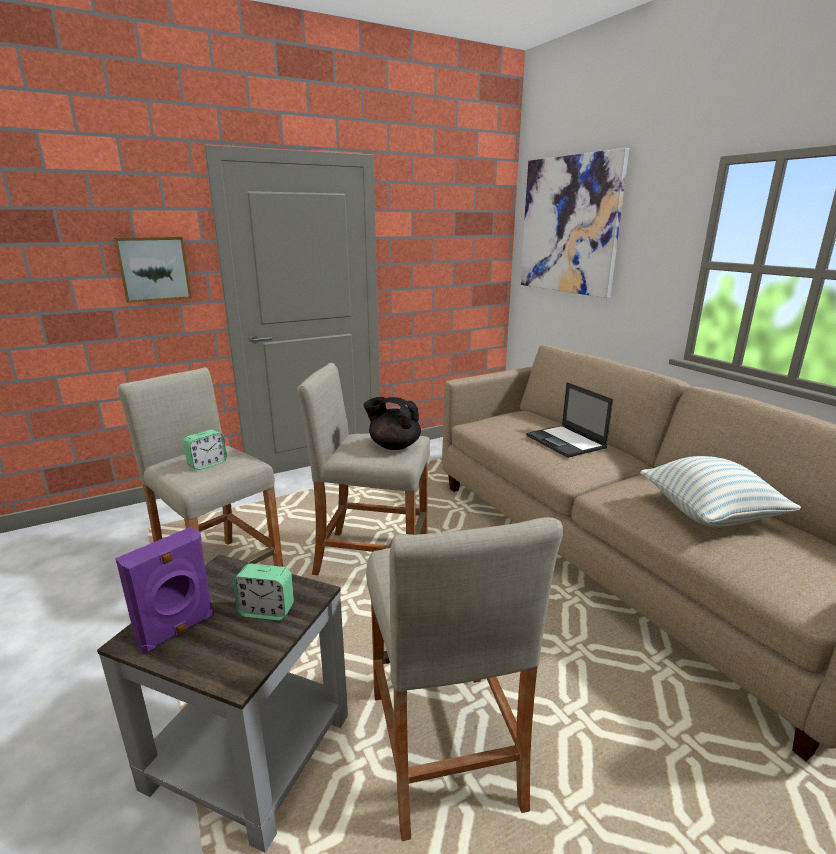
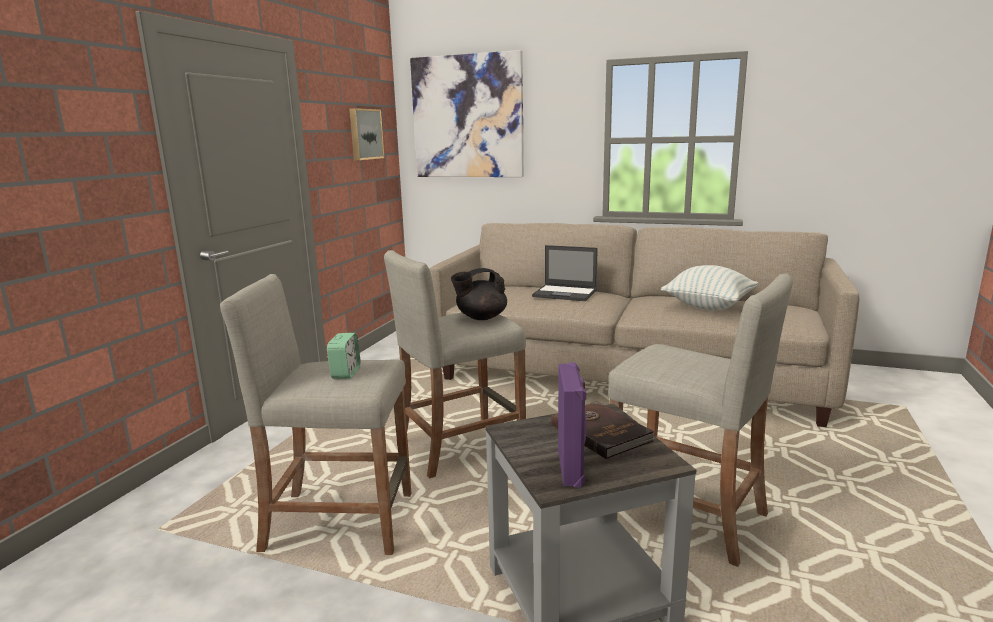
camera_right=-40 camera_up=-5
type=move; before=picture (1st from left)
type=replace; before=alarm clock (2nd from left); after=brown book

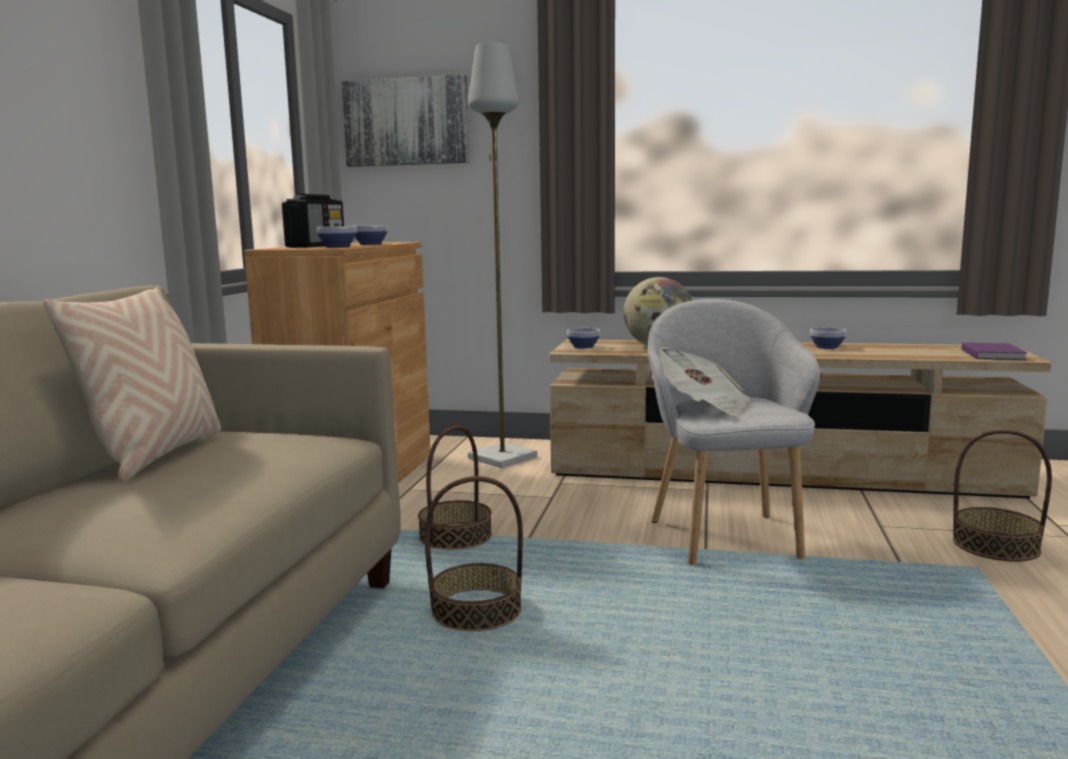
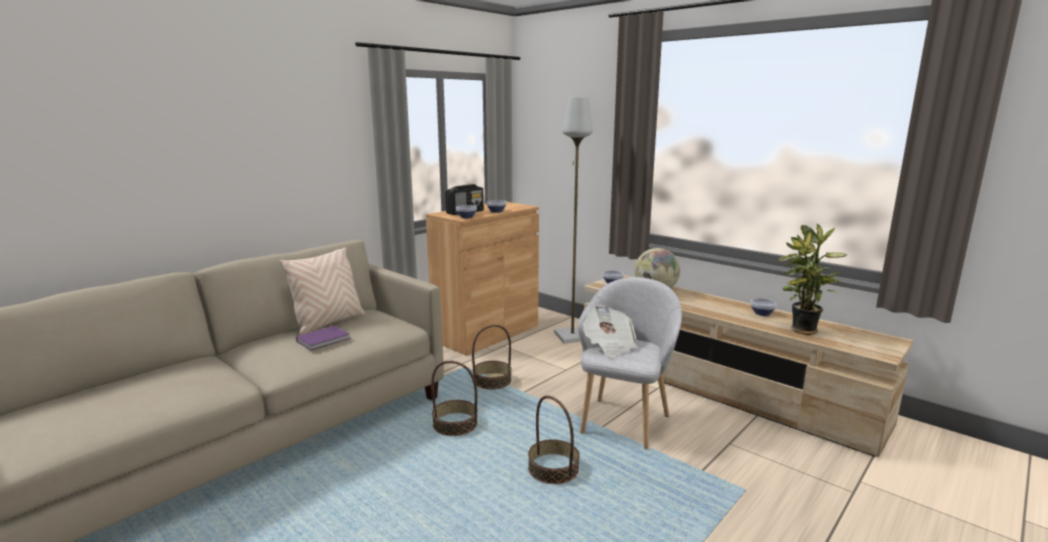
camera_right=30 camera_up=5
type=delete; before=picture
type=move; before=basket (3rd from left)
type=move; before=purple book
type=insert; after=potted plant

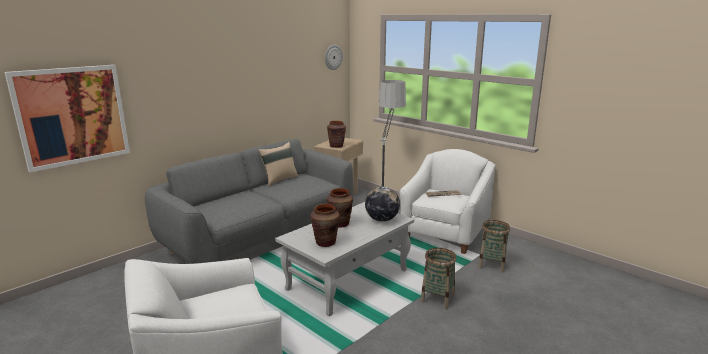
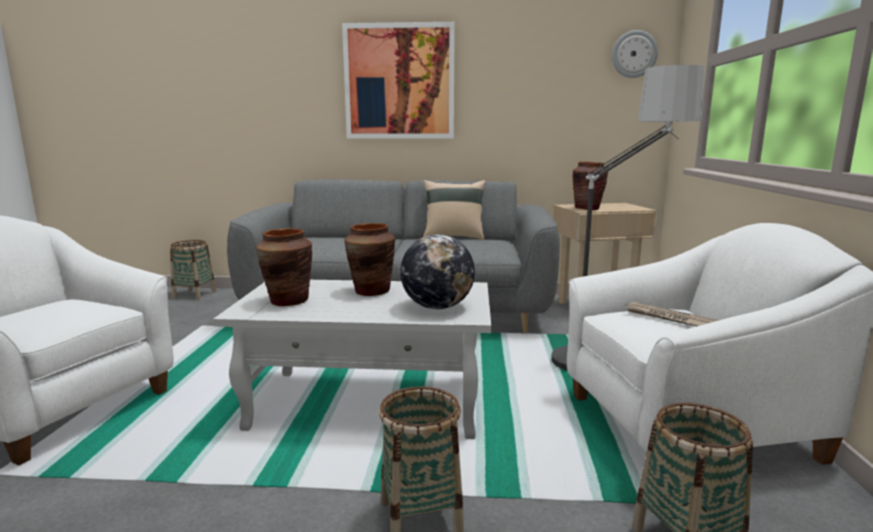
camera_right=50 camera_up=-5
type=move; before=picture
type=insert; after=basket (1st from left)

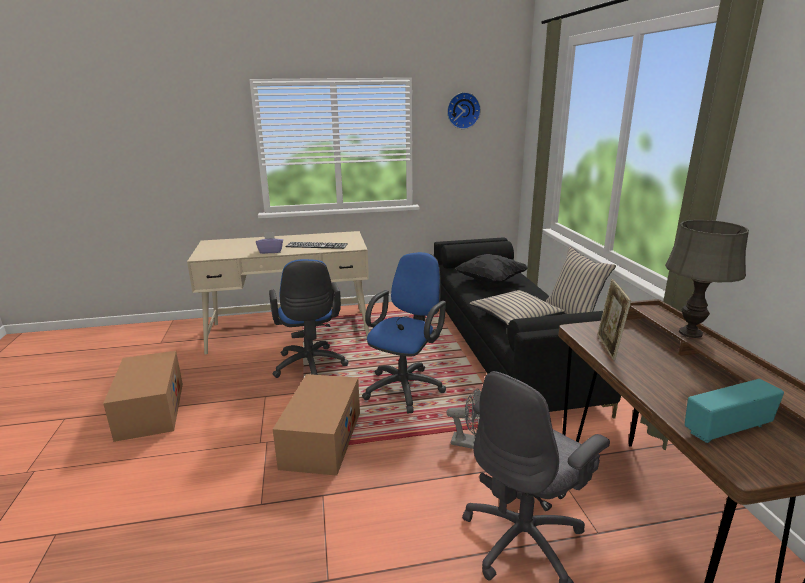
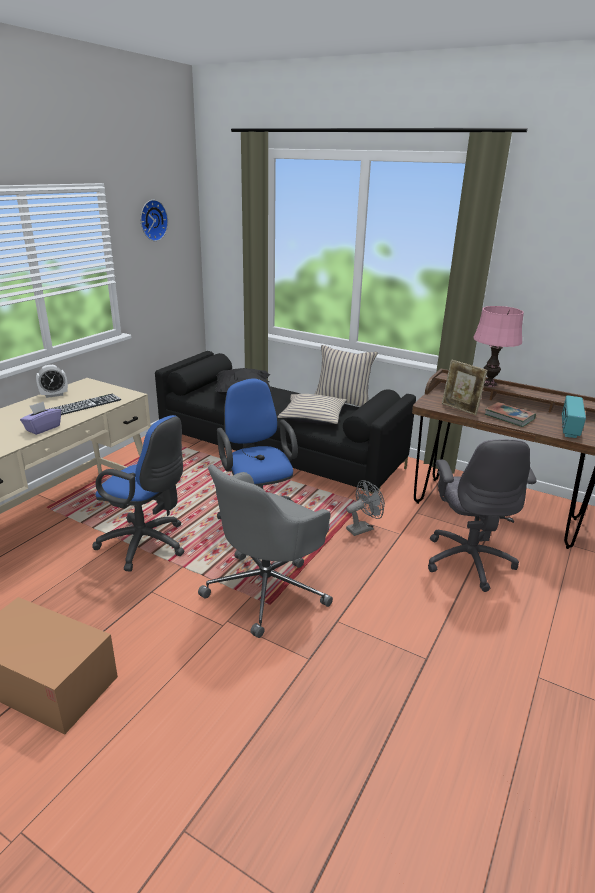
camera_right=-50 camera_up=5
type=replace; before=cardboard box (2nd from left); after=grey office chair (1st from left)
type=recolor; before=grey table lamp; after=pink table lamp
type=insert; after=alarm clock
type=insert; after=book

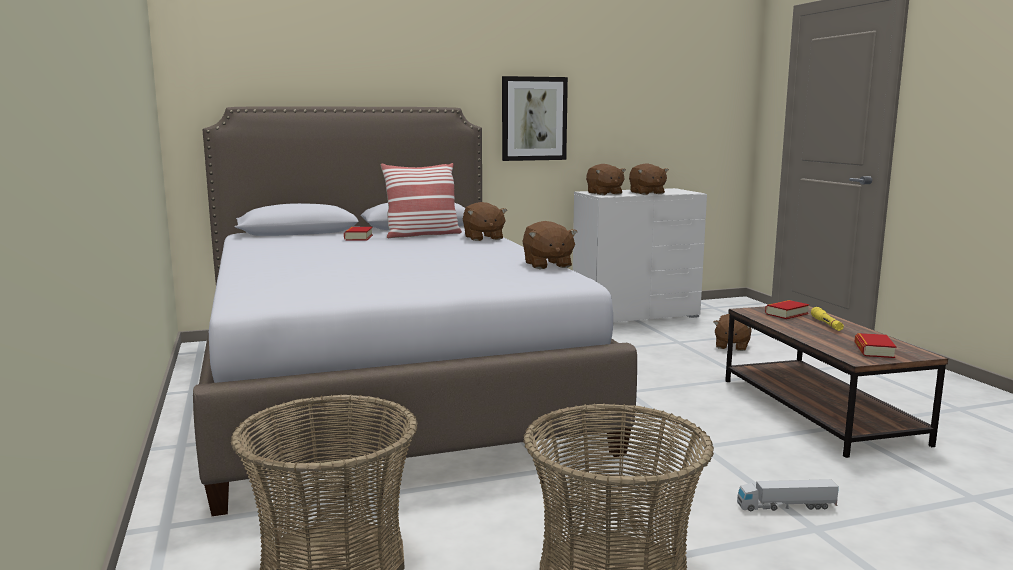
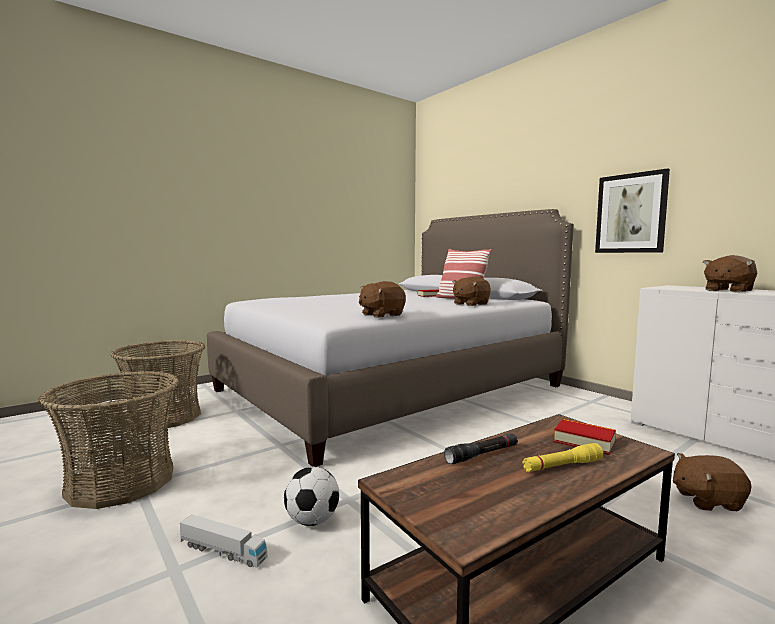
camera_right=70 camera_up=-5
type=delete; before=brown plush toy (3rd from left)
type=rotate; before=toy truck; turn=135
type=delete; before=book (3rd from left)
type=insert; after=football
type=insert; after=black flashlight

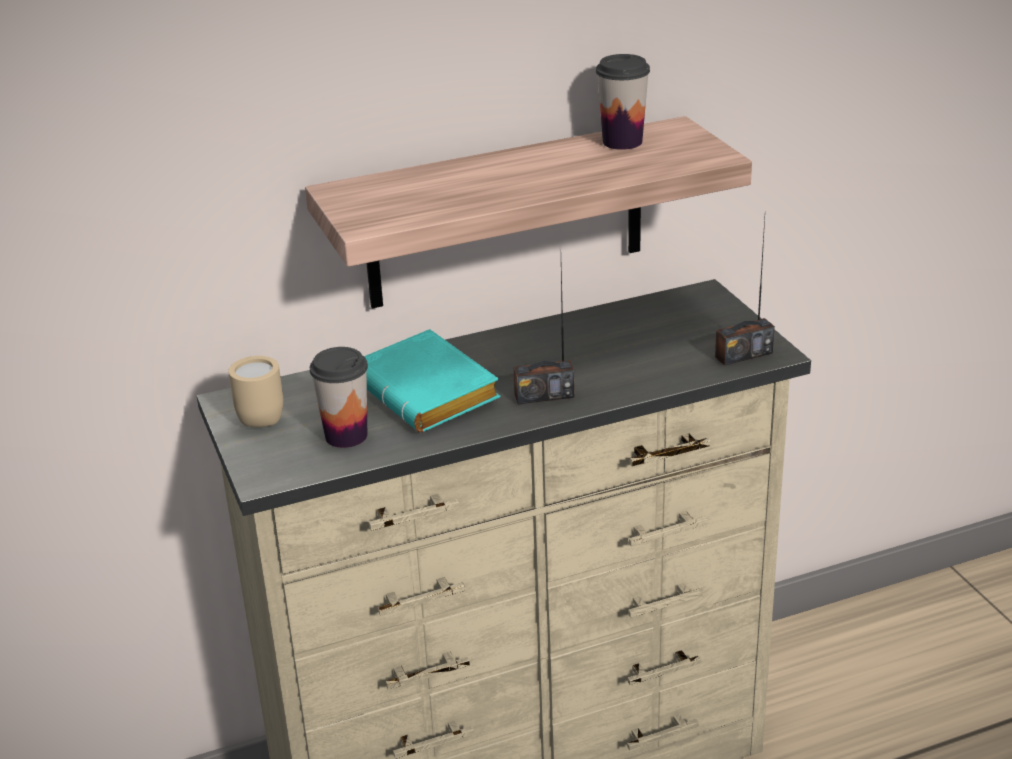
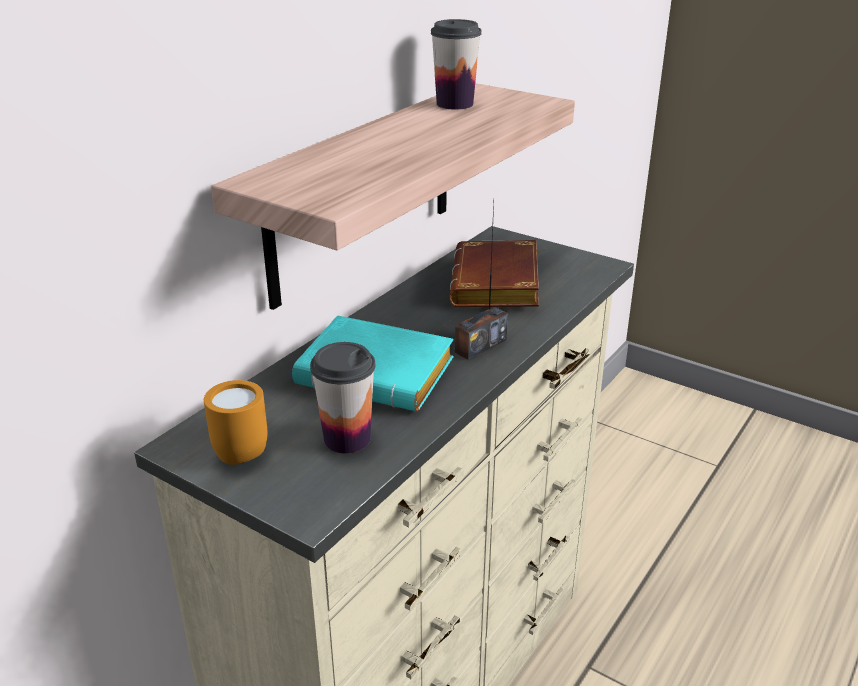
camera_right=-35 camera_up=0
type=recolor; before=beige mug; after=orange mug
type=delete; before=radio (2nd from left)
type=insert; after=brown book

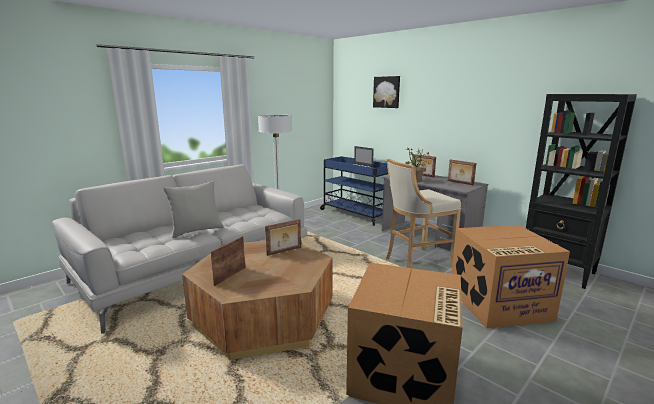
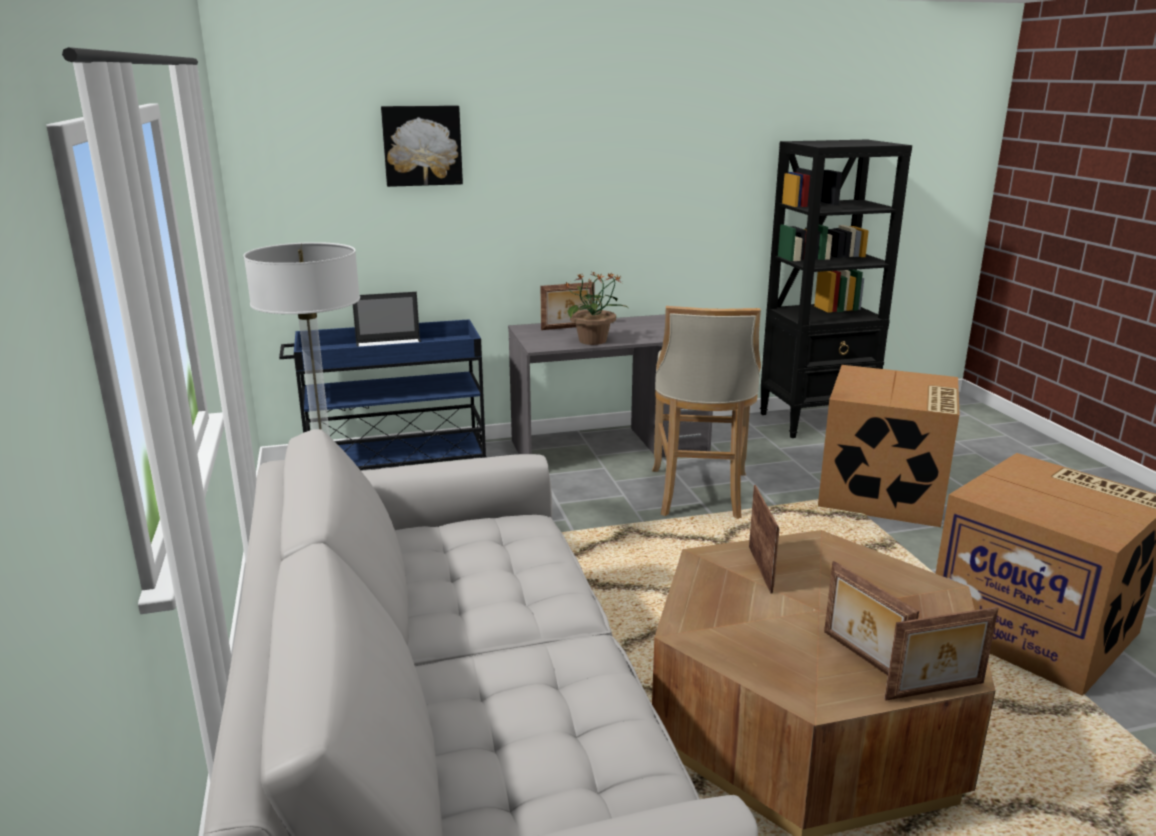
camera_right=-60 camera_up=5
type=delete; before=grey pillow
type=move; before=picture frame (4th from left)

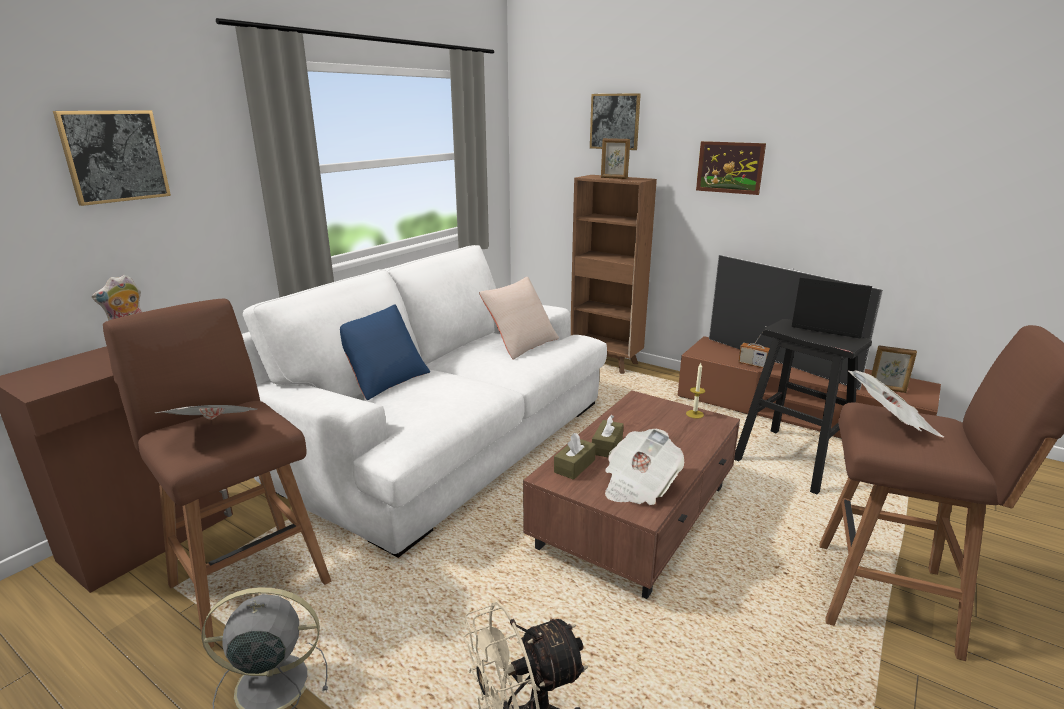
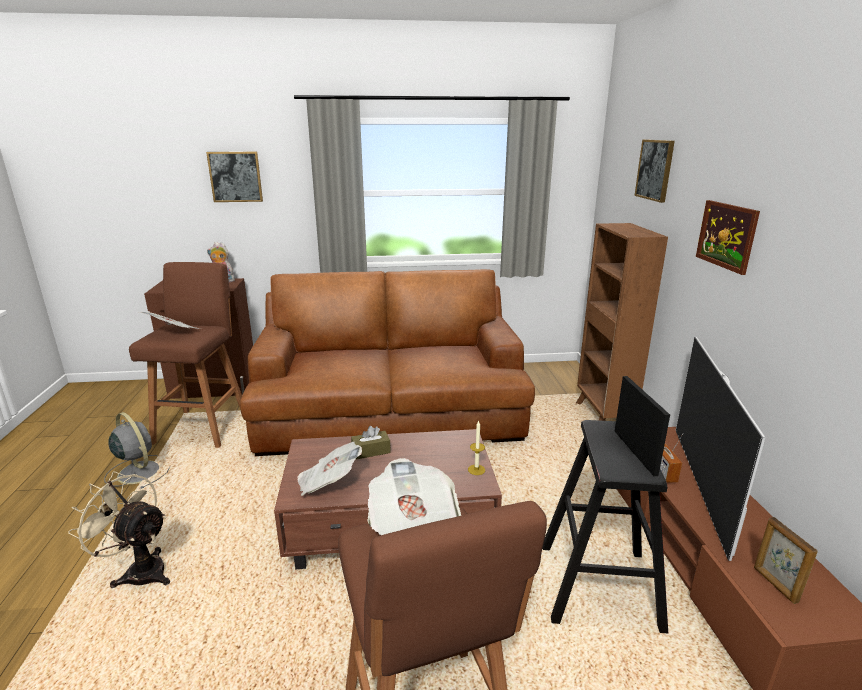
camera_right=50 camera_up=0
type=recolor; before=white sofa; after=brown sofa
type=delete; before=blue pillow
type=delete; before=beige pillow
type=delete; before=brown tissue box (1st from left)
type=delete; before=picture frame (1st from left)

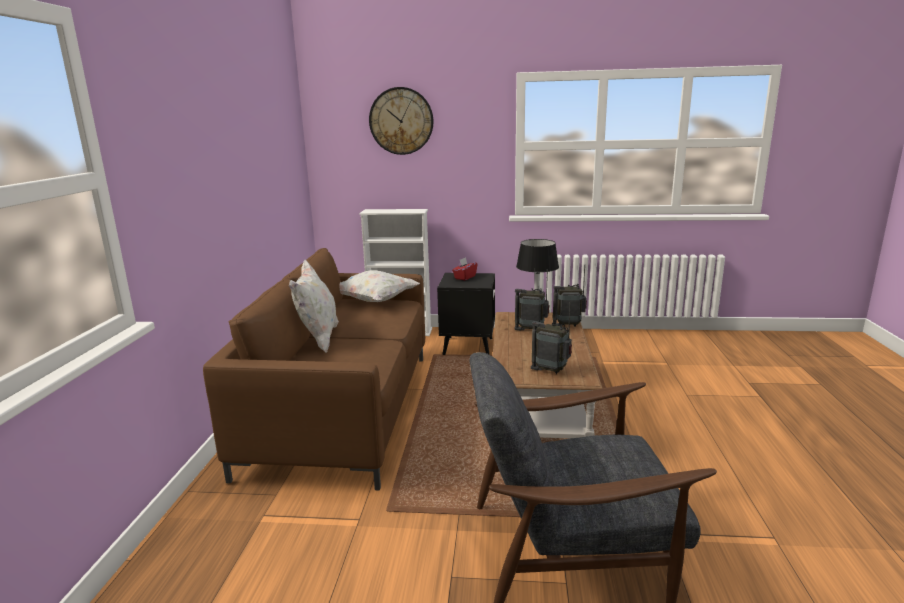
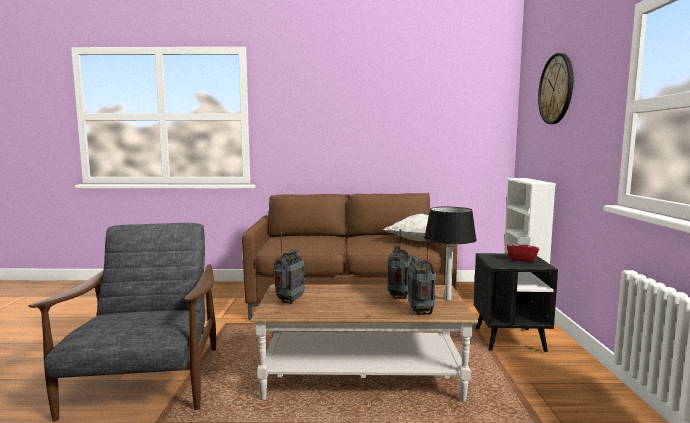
camera_right=85 camera_up=-10
type=delete; before=white pillow (1st from left)

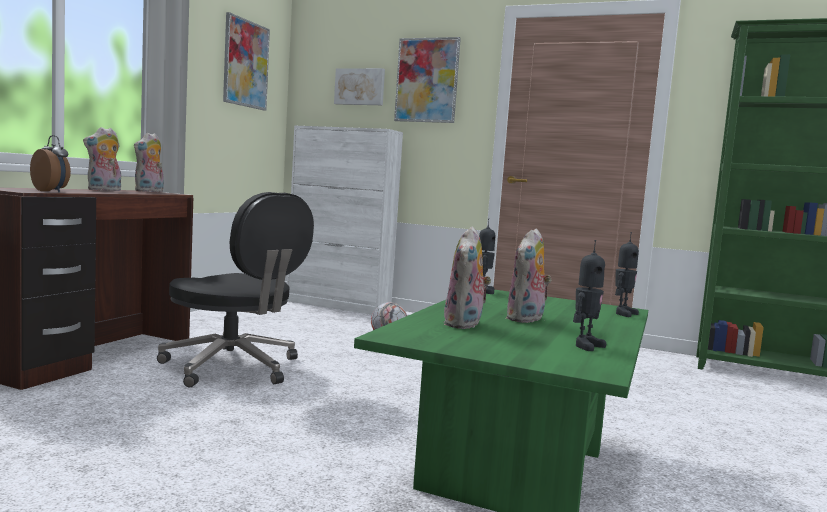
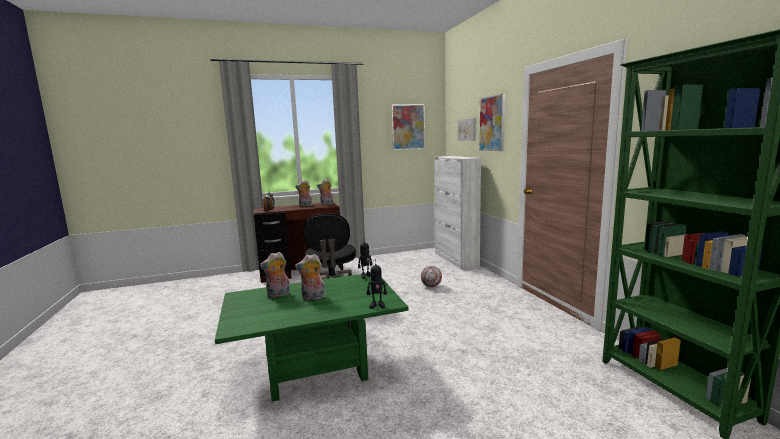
camera_right=50 camera_up=5
type=delete; before=toy robot (2nd from left)

